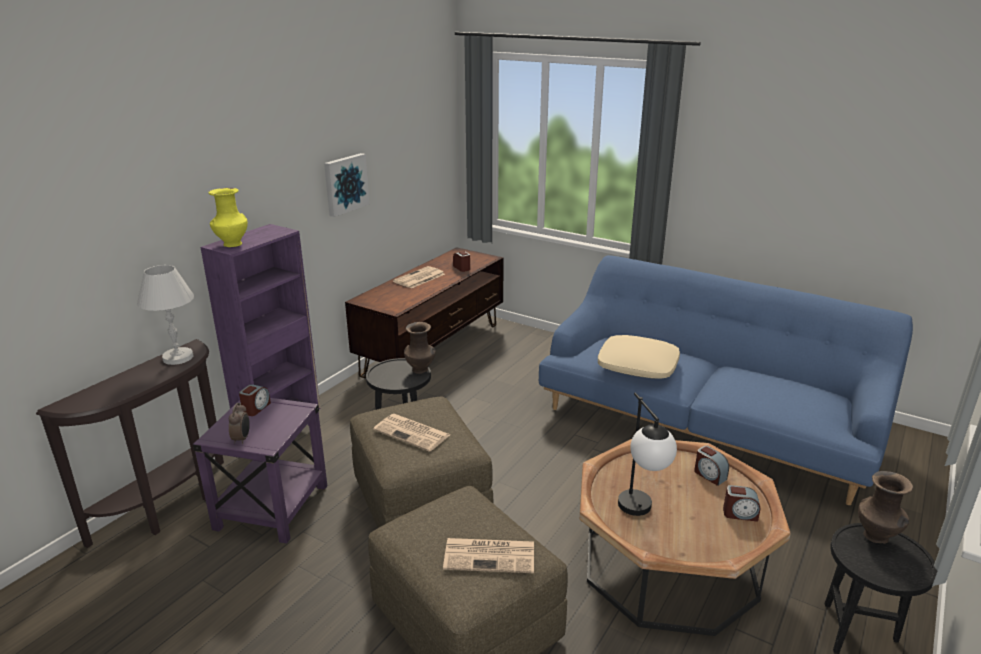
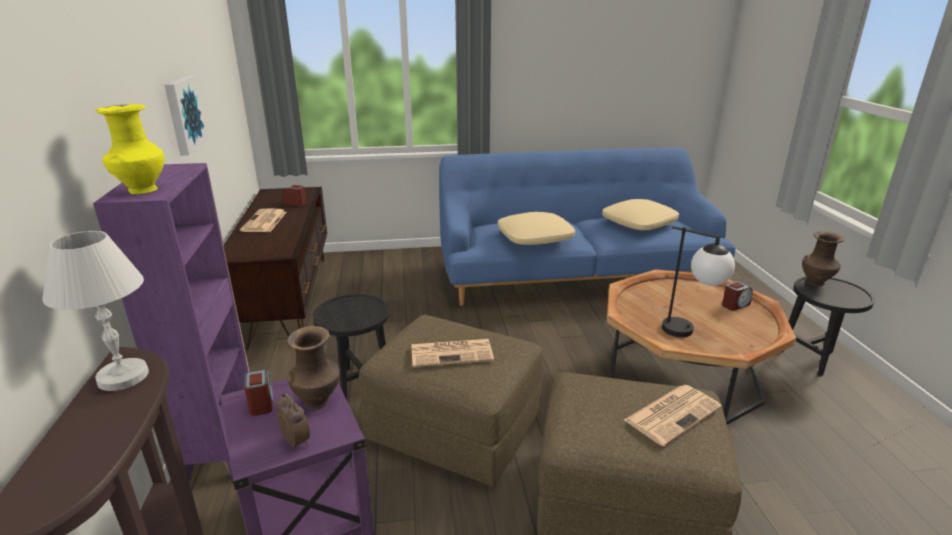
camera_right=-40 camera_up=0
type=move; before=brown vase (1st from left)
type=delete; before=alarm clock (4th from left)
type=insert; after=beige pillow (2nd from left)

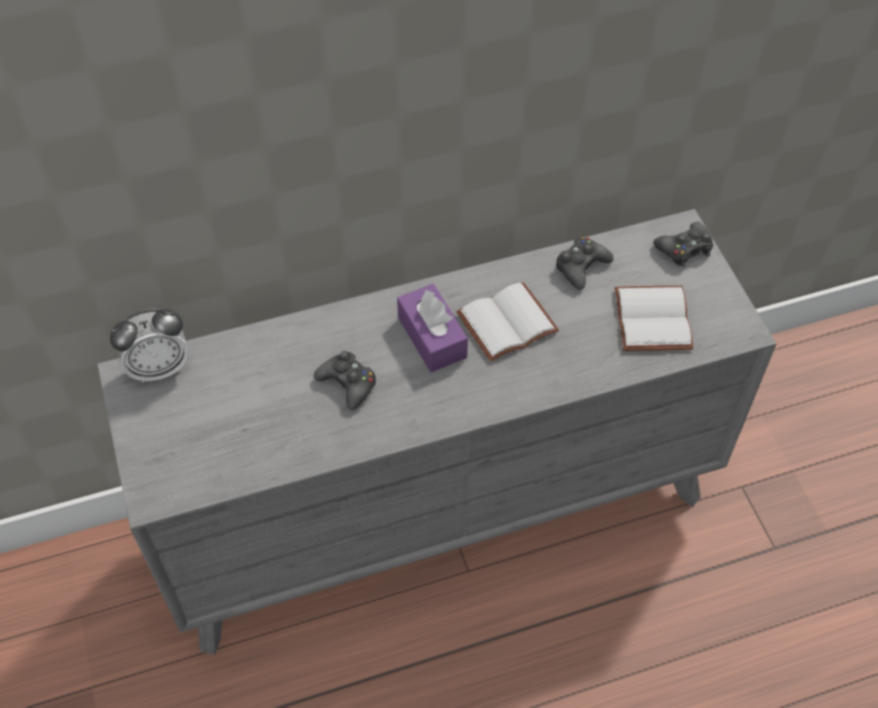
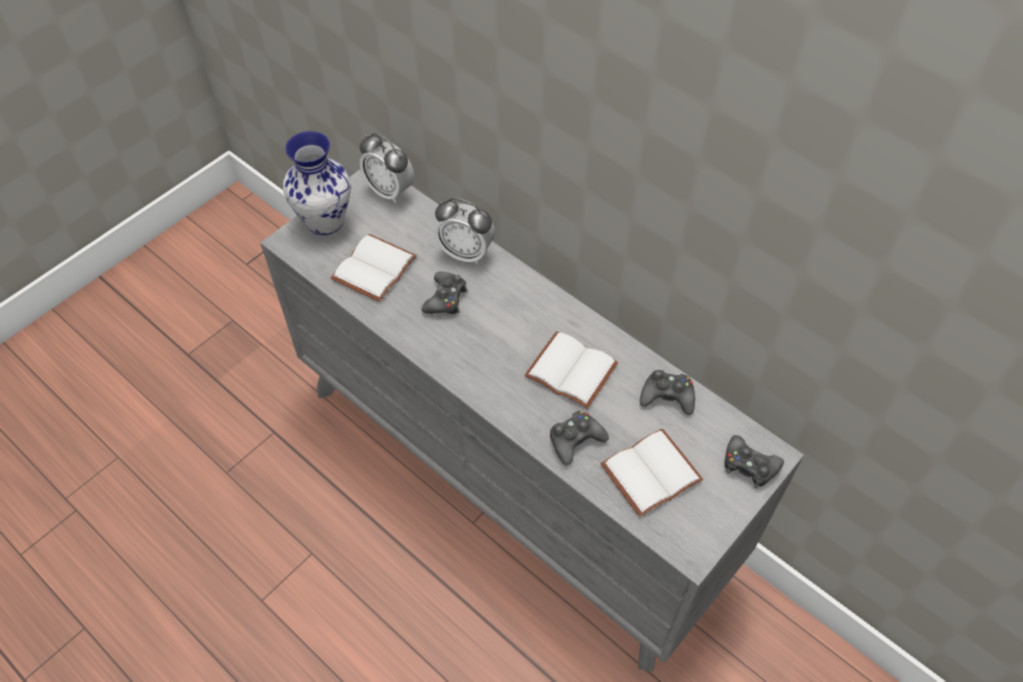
camera_right=60 camera_up=0
type=delete; before=purple tissue box
type=insert; after=vase
type=insert; after=white book (1st from left)
type=insert; after=alarm clock (2nd from left)
type=insert; after=black game controller (2nd from left)

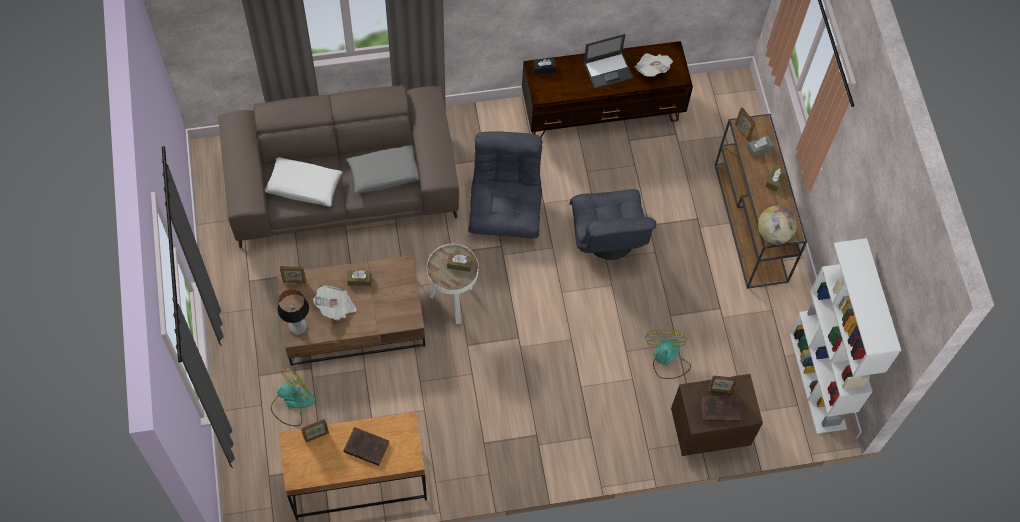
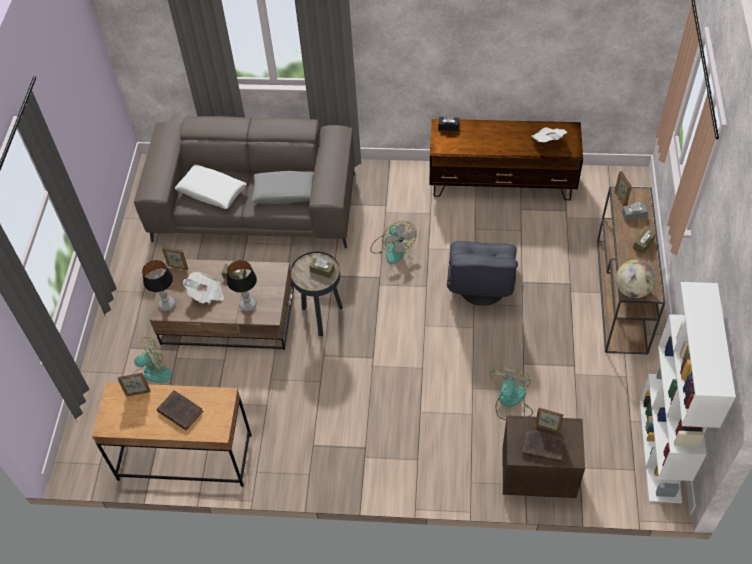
camera_right=20 camera_up=-10
type=recolor; before=white side table; after=black side table
type=replace; before=grey armchair (1st from left); after=fan (2nd from left)
type=delete; before=laptop
type=insert; after=table lamp (2nd from left)

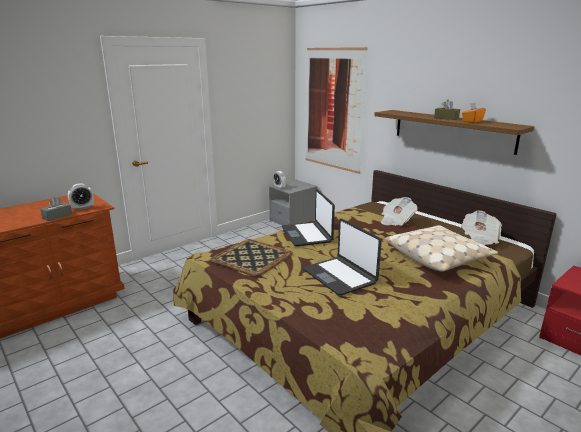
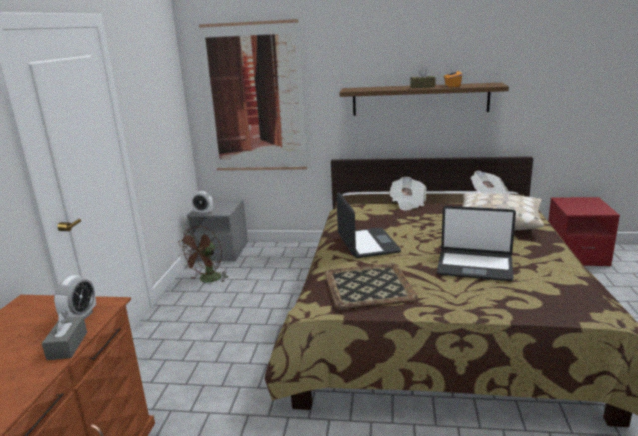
camera_right=-40 camera_up=0
type=rotate; before=laptop (1st from left); turn=-135
type=insert; after=brown fan

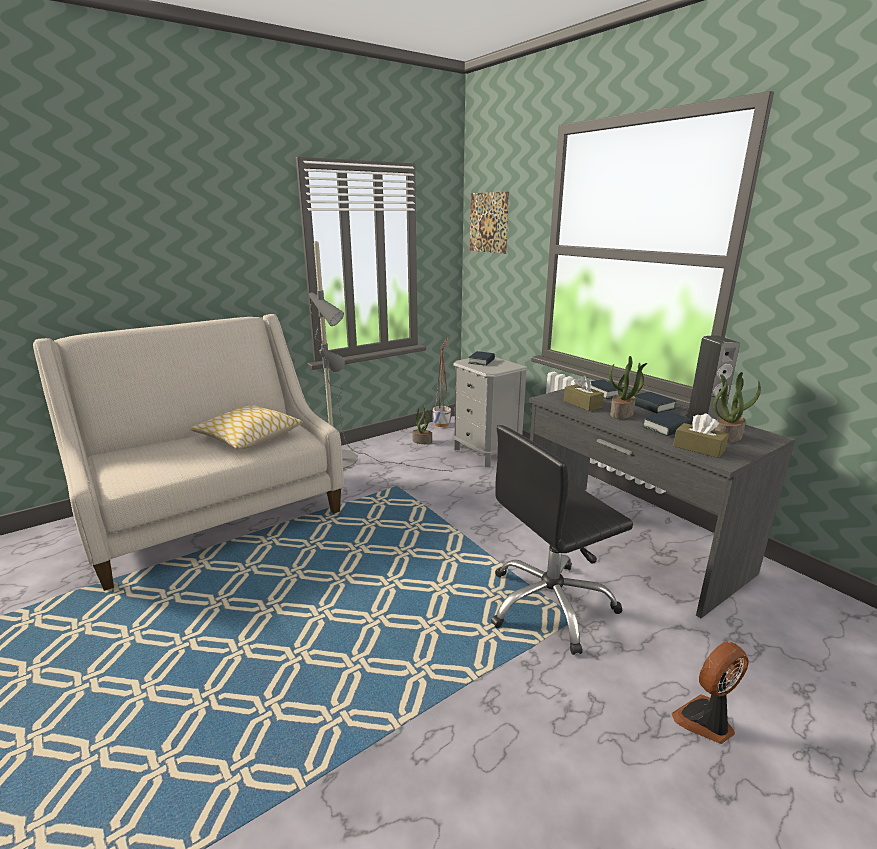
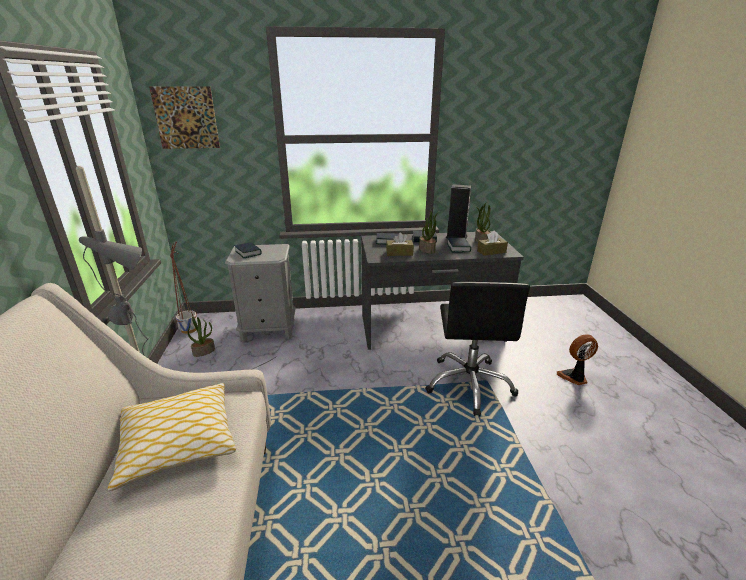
camera_right=-60 camera_up=5
type=rotate; before=fan; turn=75

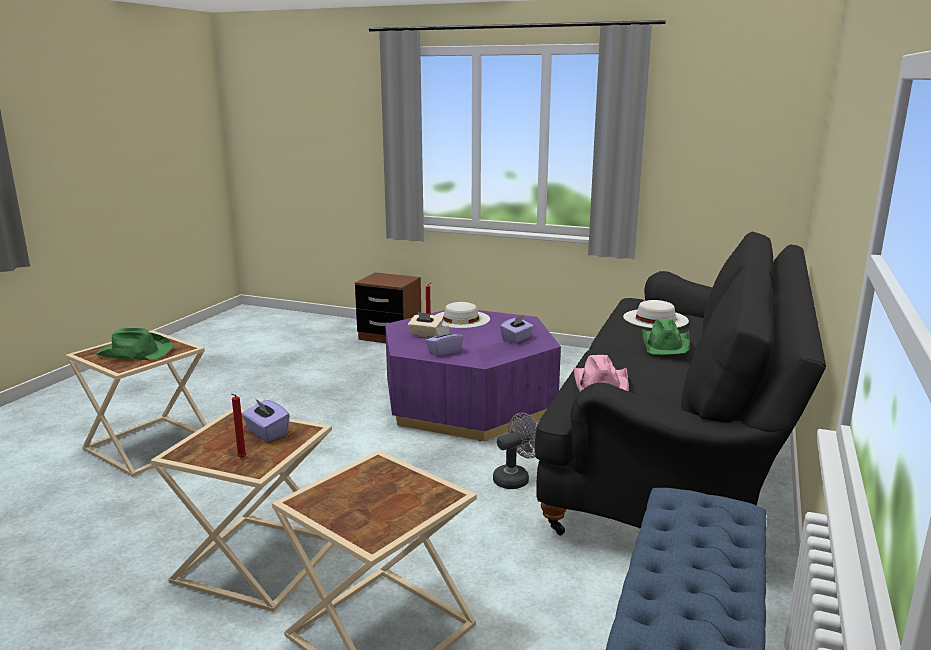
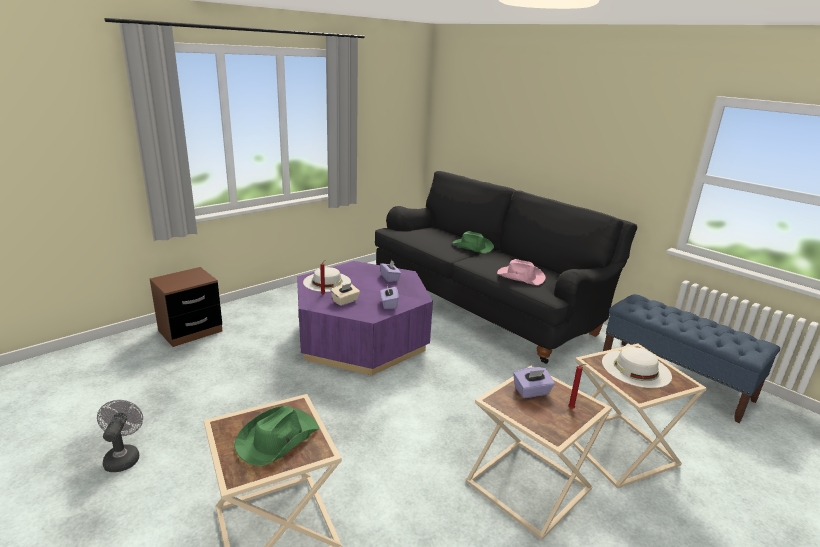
camera_right=-65 camera_up=5
type=move; before=grey fan
type=move; before=white hat (2nd from left)

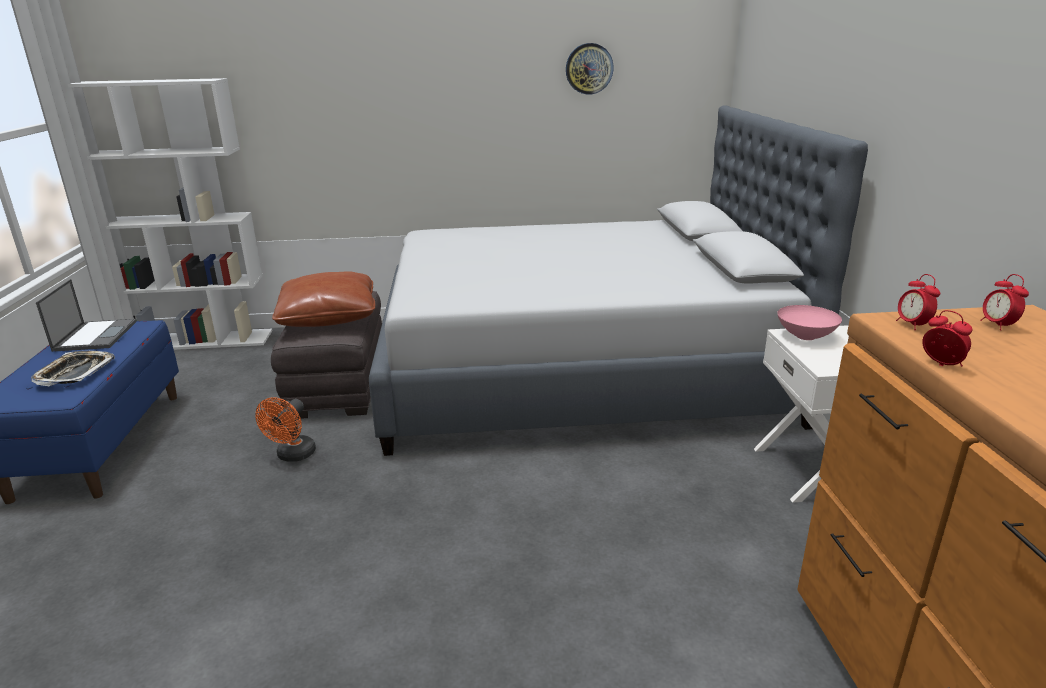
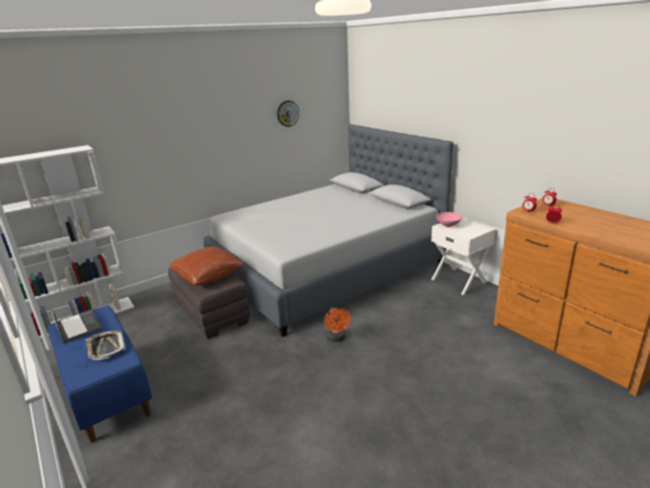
camera_right=-30 camera_up=0
type=move; before=orange fan

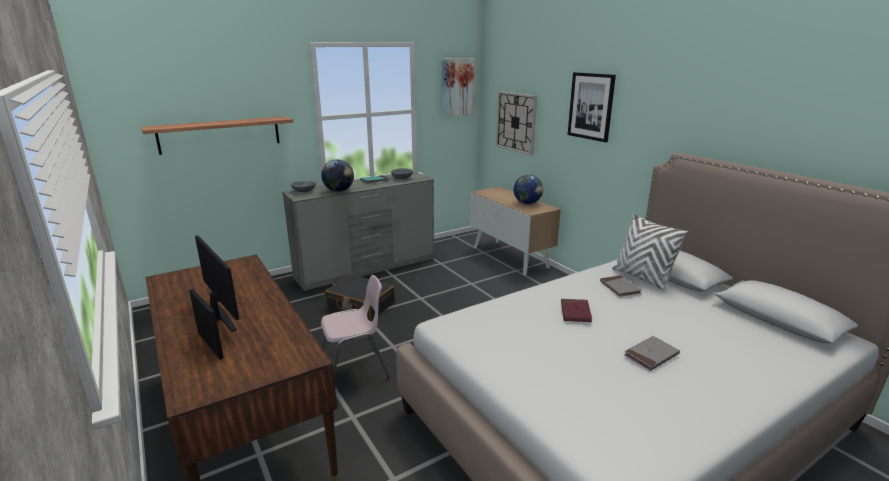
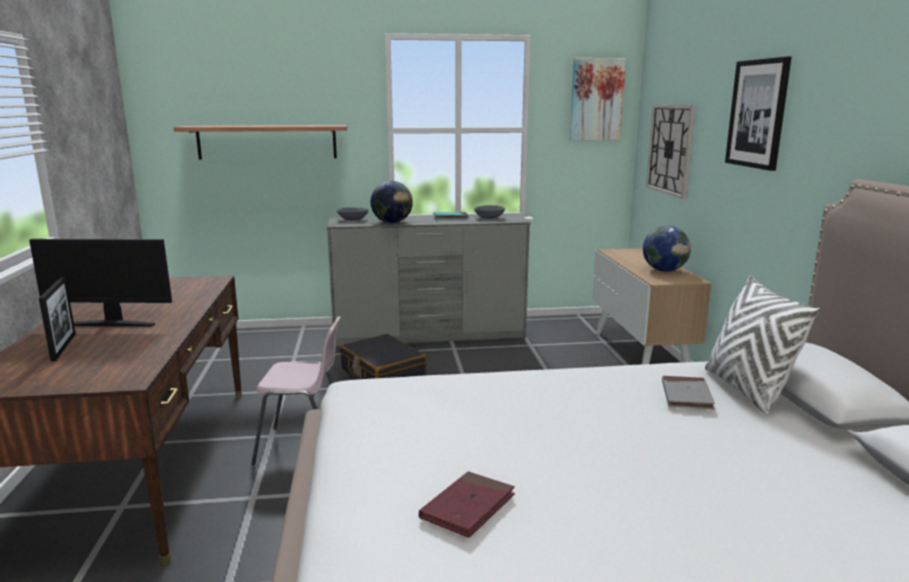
camera_right=25 camera_up=-5
type=rotate; before=monitor; turn=105
type=move; before=red book
type=delete; before=grey book (2nd from left)

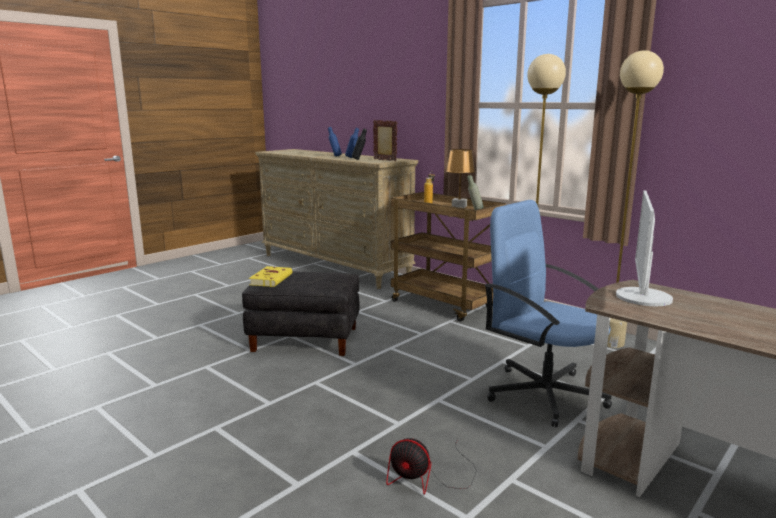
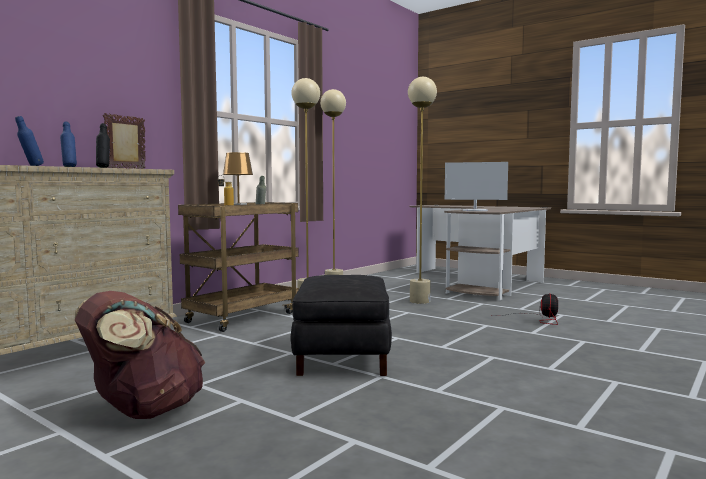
camera_right=-95 camera_up=-10
type=delete; before=yellow book
type=replace; before=blue office chair; after=beige floor lamp (3rd from left)
type=insert; after=brown backpack

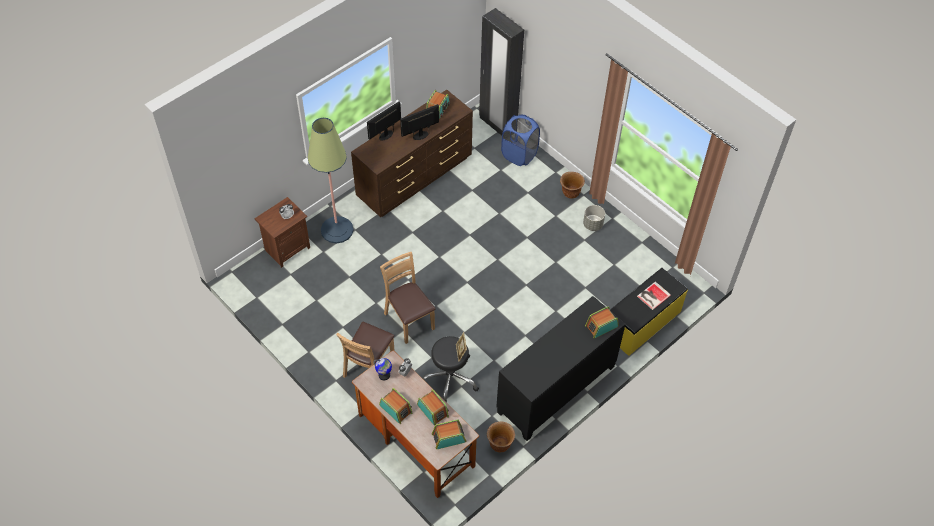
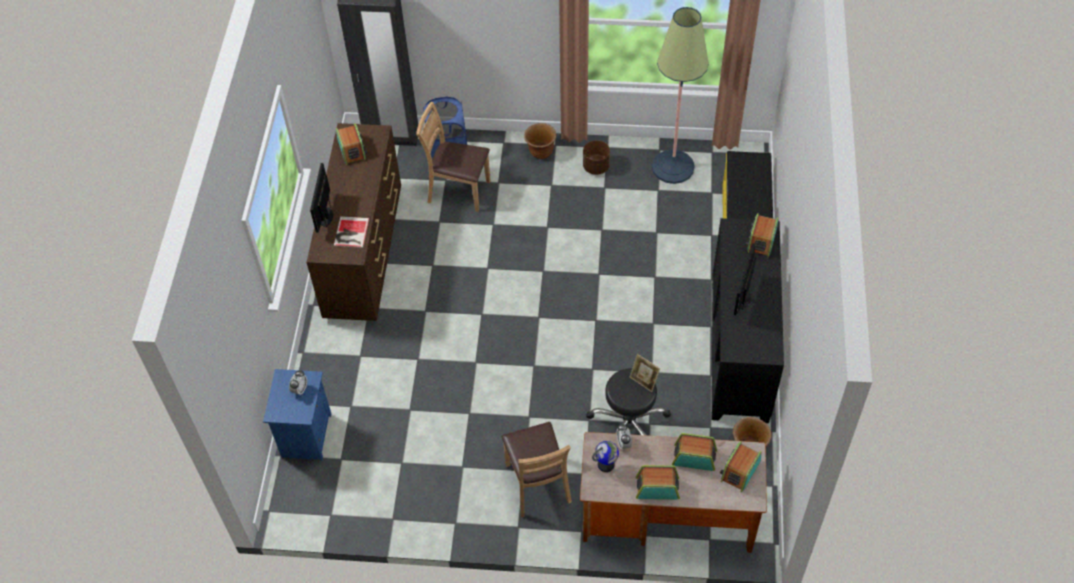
camera_right=-40 camera_up=0
type=recolor; before=brown nightstand; after=blue nightstand
type=move; before=floor lamp
type=move; before=brown chair (2nd from left in the first image); after=brown chair (1st from left)
type=move; before=monitor (2nd from left)
type=recolor; before=grey planter; after=brown planter (2nd from left)
type=move; before=book

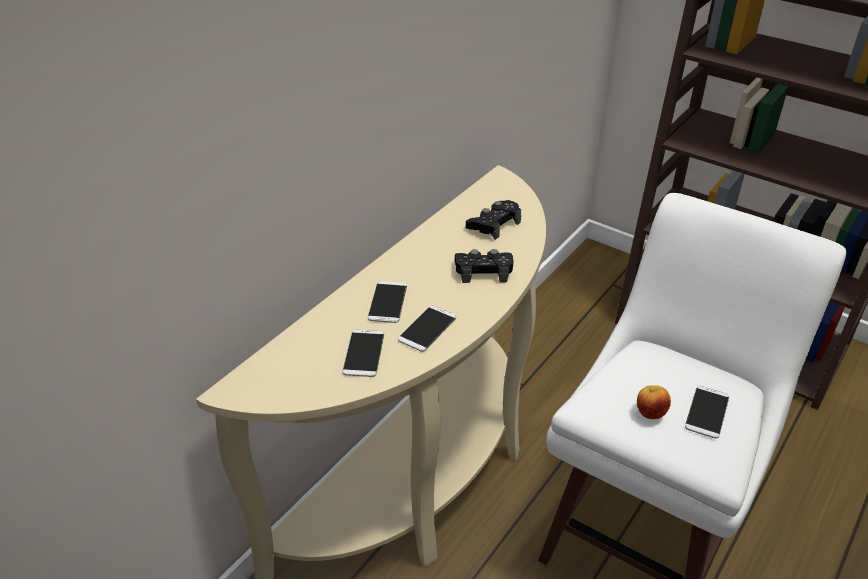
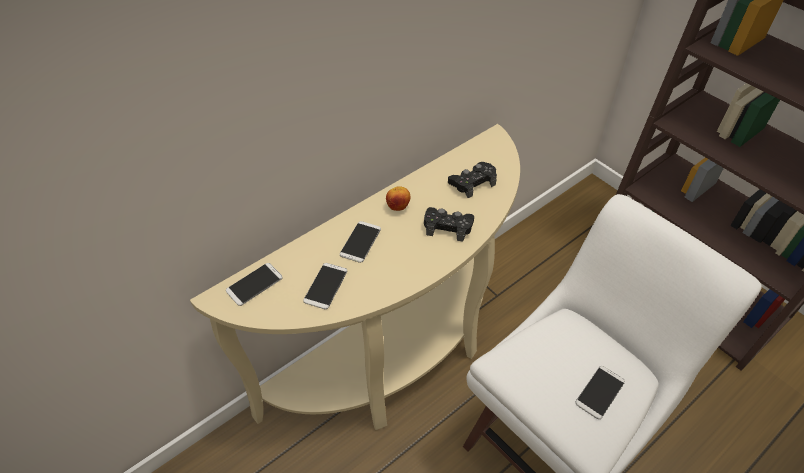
camera_right=15 camera_up=10
type=move; before=phone (3rd from left in the first image); after=phone (1st from left)
type=move; before=apple

